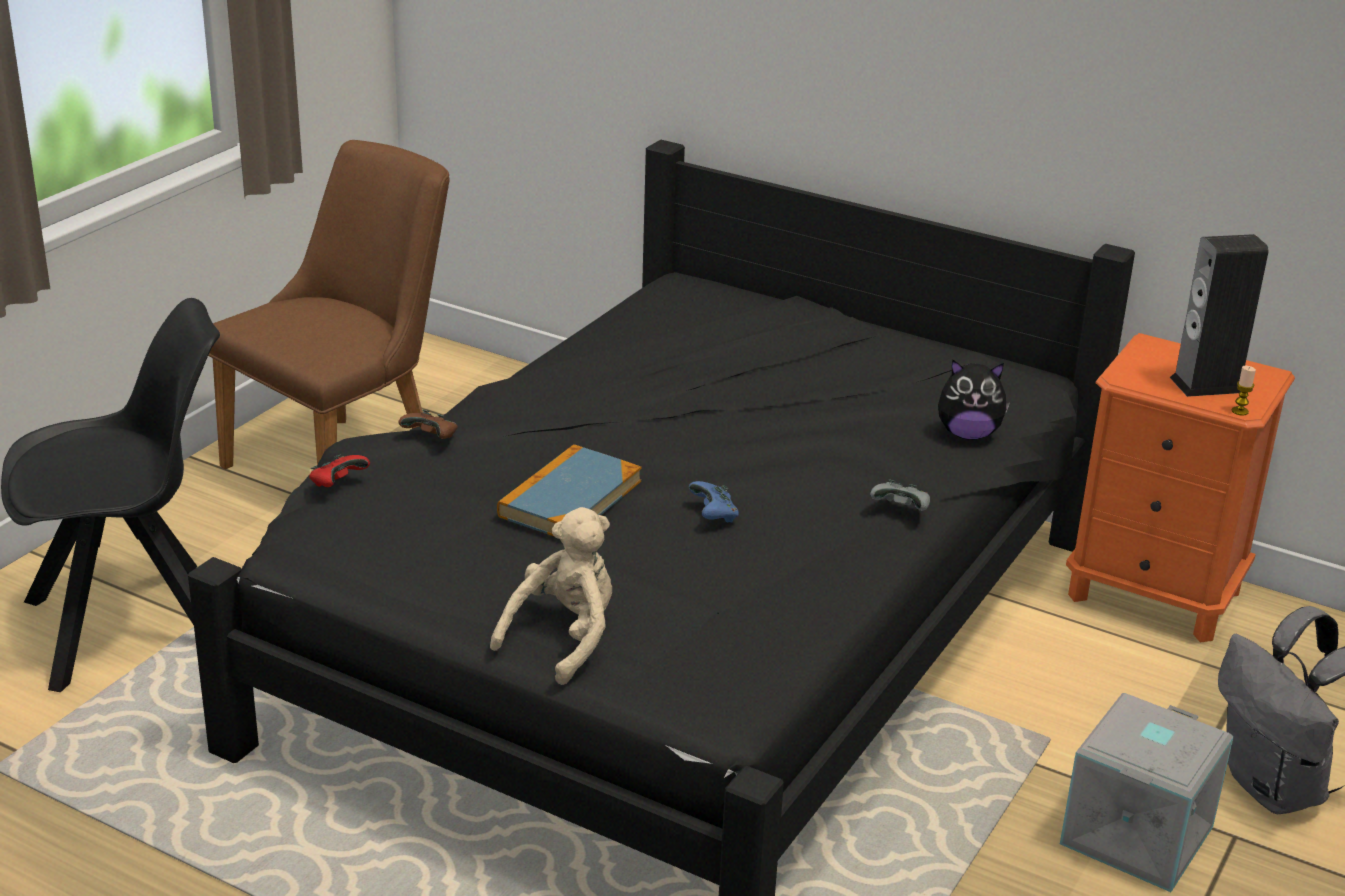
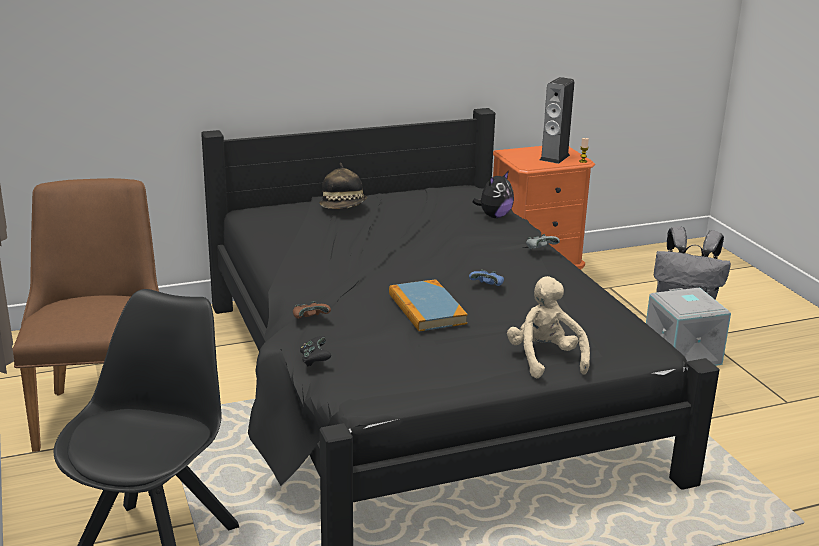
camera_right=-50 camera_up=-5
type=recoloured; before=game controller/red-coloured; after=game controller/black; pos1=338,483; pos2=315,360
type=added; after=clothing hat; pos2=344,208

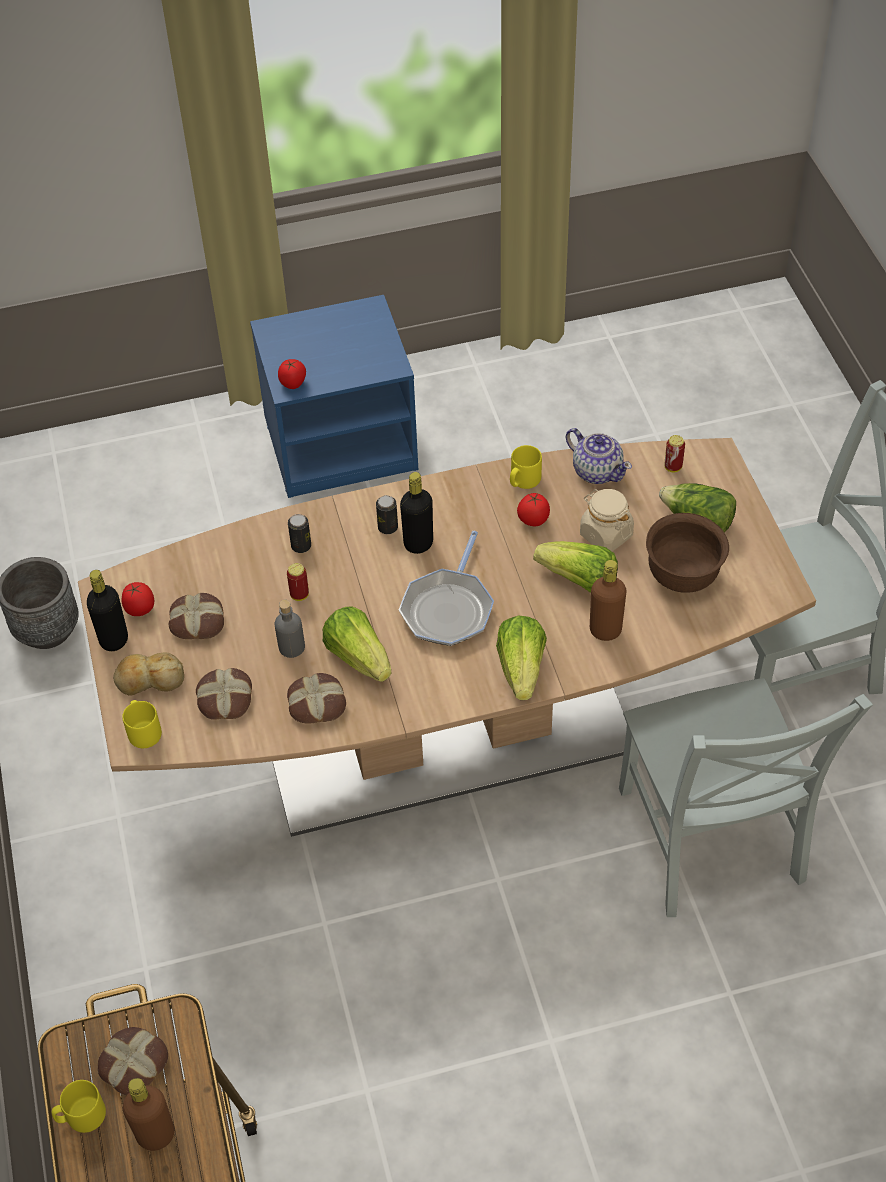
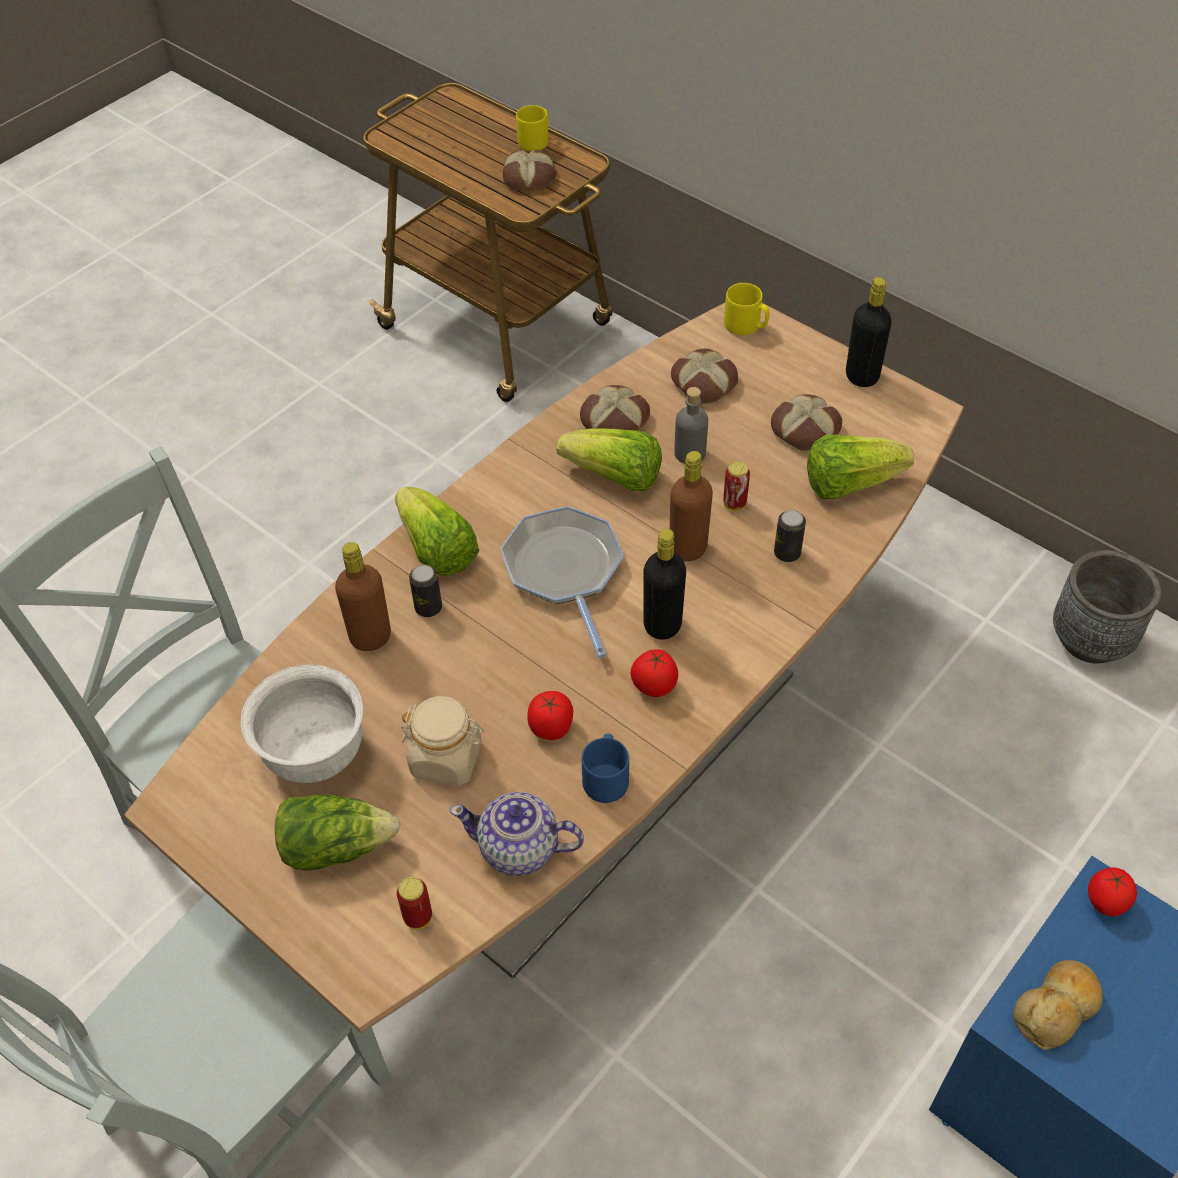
camera_right=145 camera_up=0
type=recoloured; before=bowl/brownish; after=bowl/whitish; pos1=682,576; pos2=314,753
type=moved; before=metal can; pos1=388,527; pos2=428,607
type=recoloured; before=tea mug/yellow-coloured; after=tea mug/bluish; pos1=523,480; pos2=606,778
type=moved; before=tomato; pos1=140,610; pos2=654,686
type=moved; before=drink bottle/brownish; pos1=156,1135; pos2=688,548
type=moved; before=lettuce; pos1=579,580; pos2=849,483
type=moved; before=baked bread; pos1=150,680; pos2=1056,1008

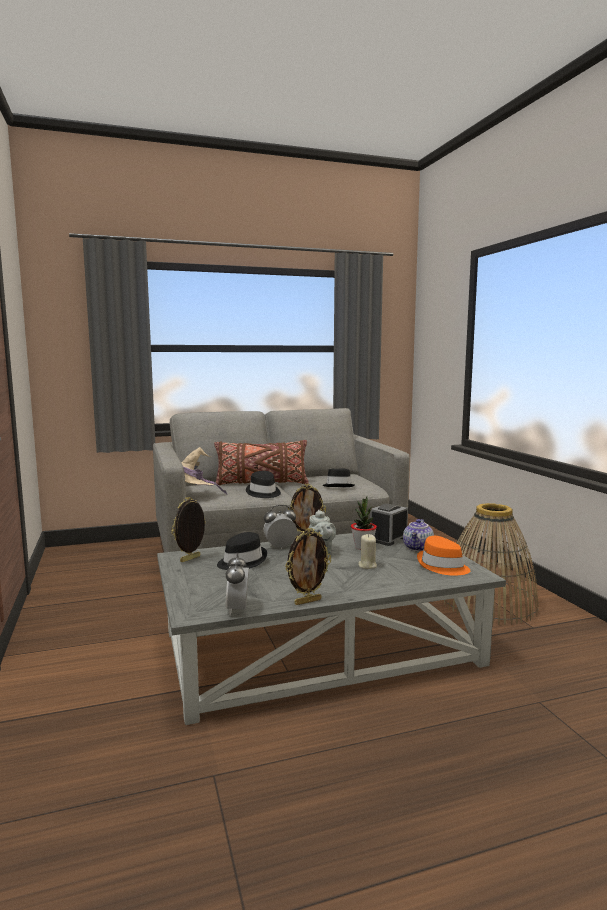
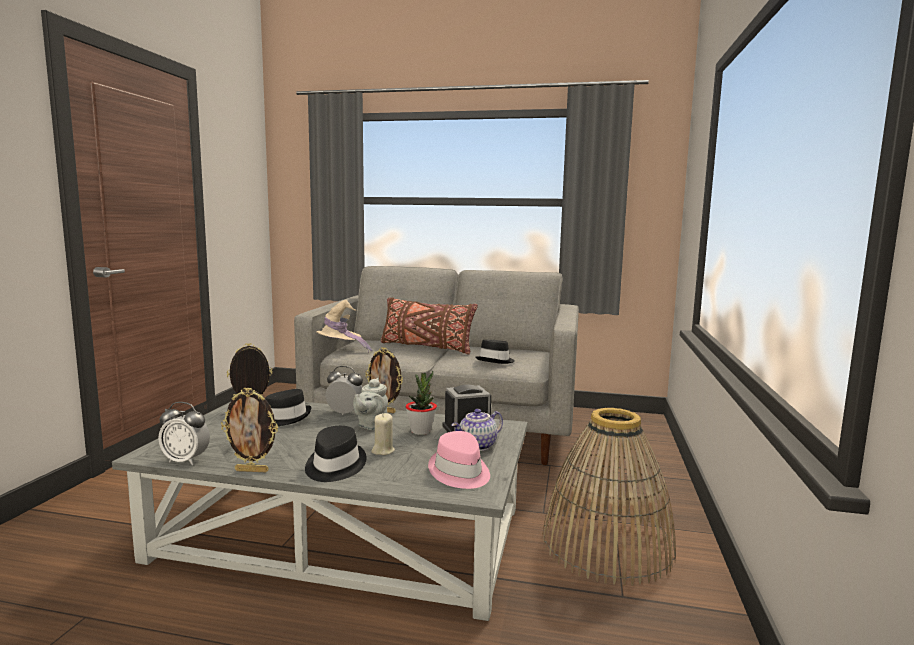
camera_right=30 camera_up=0
type=turned; before=bedside clock; pos1=237,609; pos2=186,460; turn=-105
type=moved; before=clothing hat/black; pos1=263,493; pos2=334,466
type=recoloured; before=clothing hat/orange; after=clothing hat/pinkish; pos1=442,566; pos2=459,473

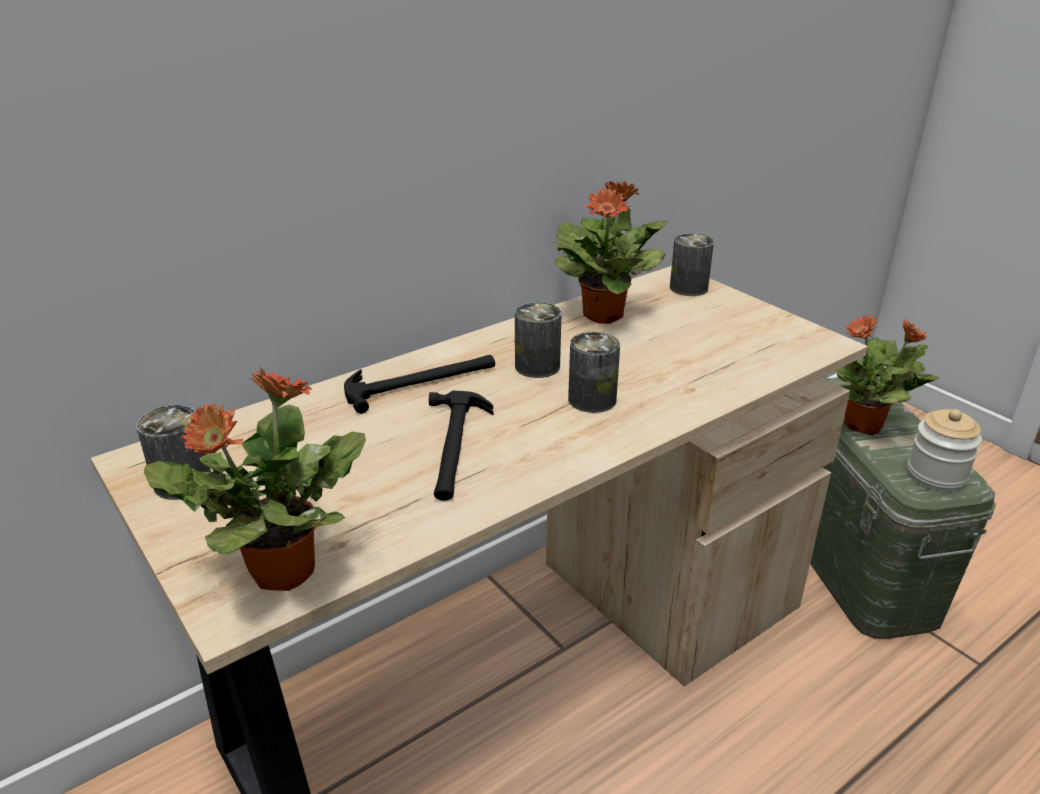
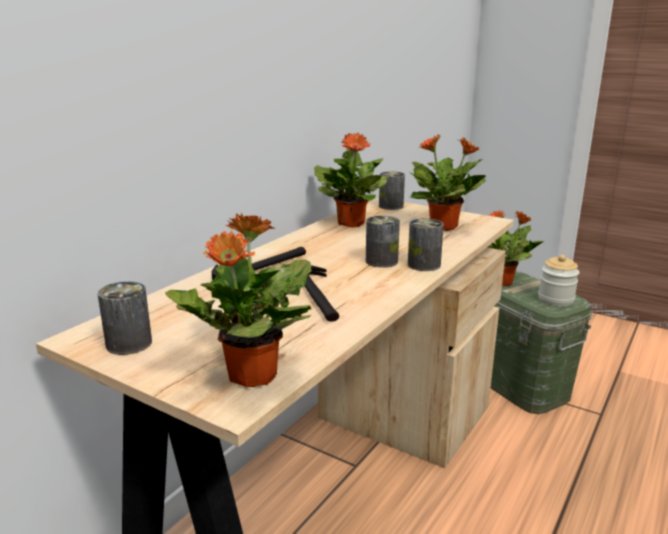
camera_right=-20 camera_up=-10
type=moved; before=metal can; pos1=537,366; pos2=424,265
type=added; after=plant in a pot; pos2=444,227

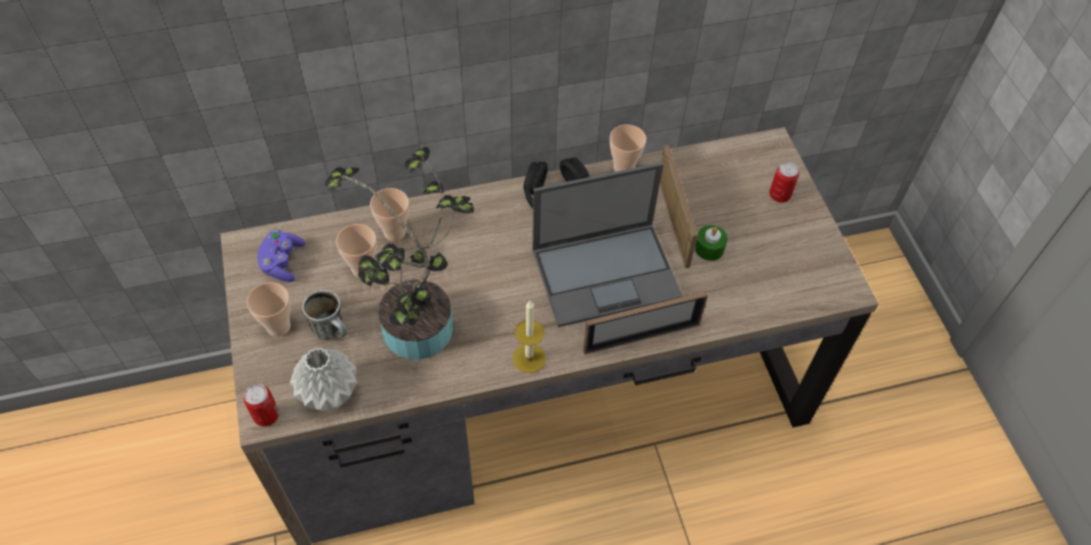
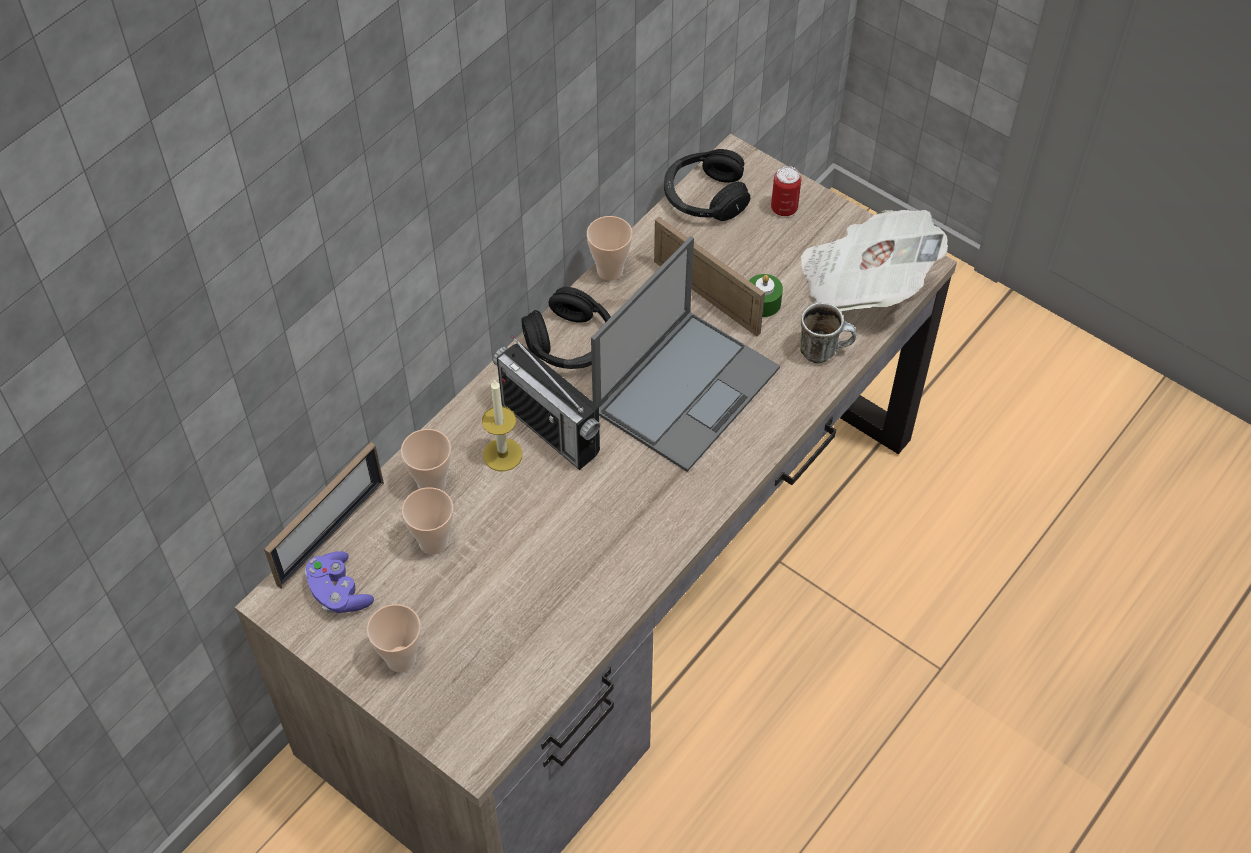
camera_right=-35 camera_up=0
type=moved; before=standing frame; pos1=641,337; pos2=331,533
type=moved; before=candle; pos1=529,358; pos2=502,454
type=added; after=radio set; pos2=550,428
type=added; after=headphones/black; pos2=705,196
type=moved; before=tea mug; pos1=333,331; pos2=824,350
type=added; after=printed paper; pos2=864,283
type=removed; before=metal can; pos1=266,416
type=removed; before=vase/grey; pos1=330,393
type=removed; before=plant in a pot; pos1=418,336

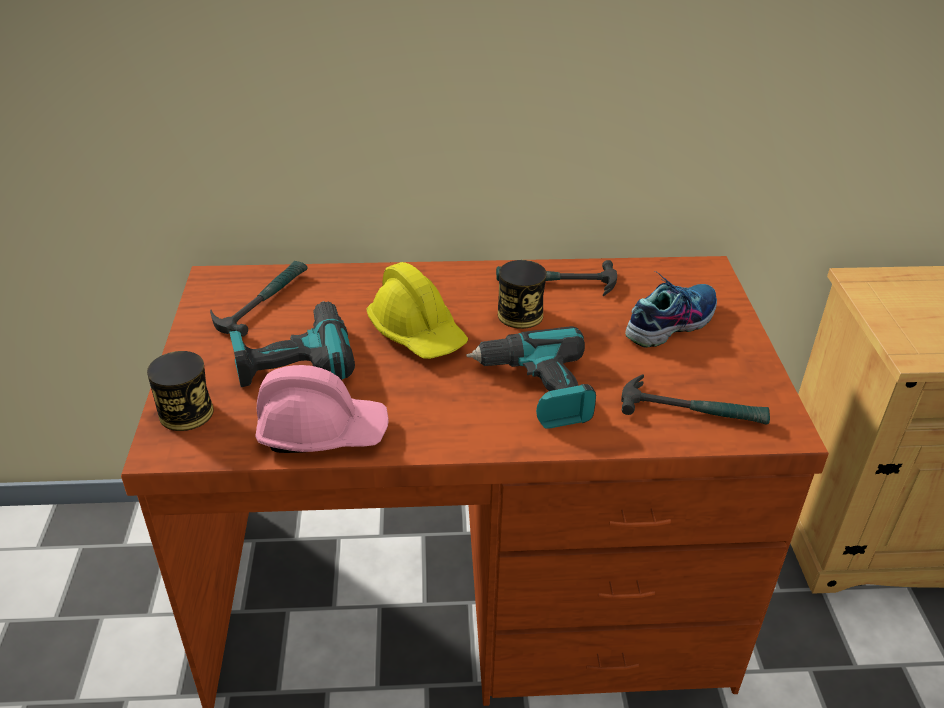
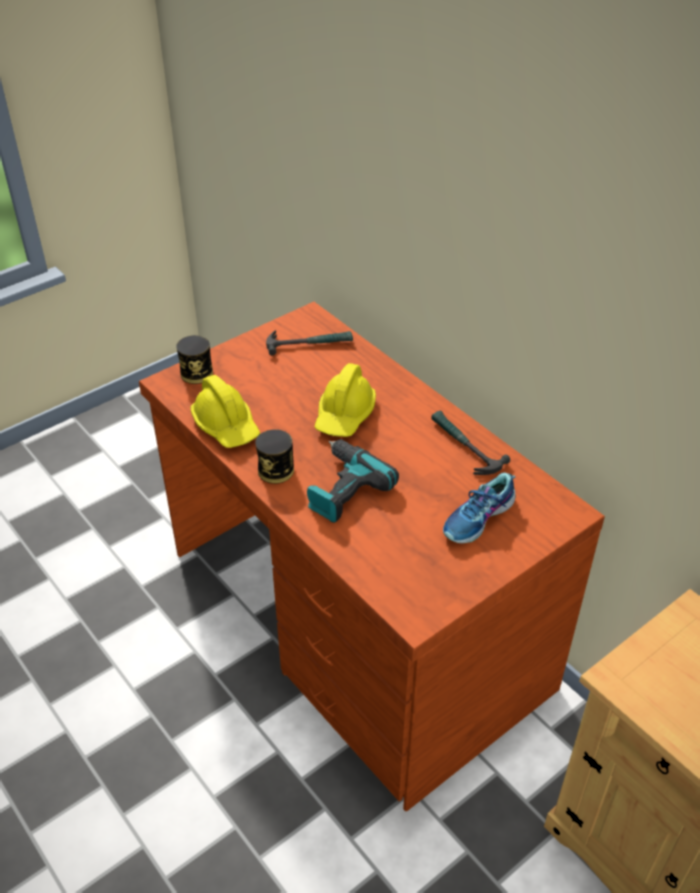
camera_right=55 camera_up=5
type=recoloured; before=work helmet/pinkish; after=work helmet/yellow-coloured; pos1=322,431; pos2=226,426
type=moved; before=metal can; pos1=520,314; pos2=276,470
type=turned; before=shoe; pos1=670,323; pos2=479,519; turn=120
type=removed; before=electric drill; pos1=293,358
type=removed; before=hammer; pos1=693,410

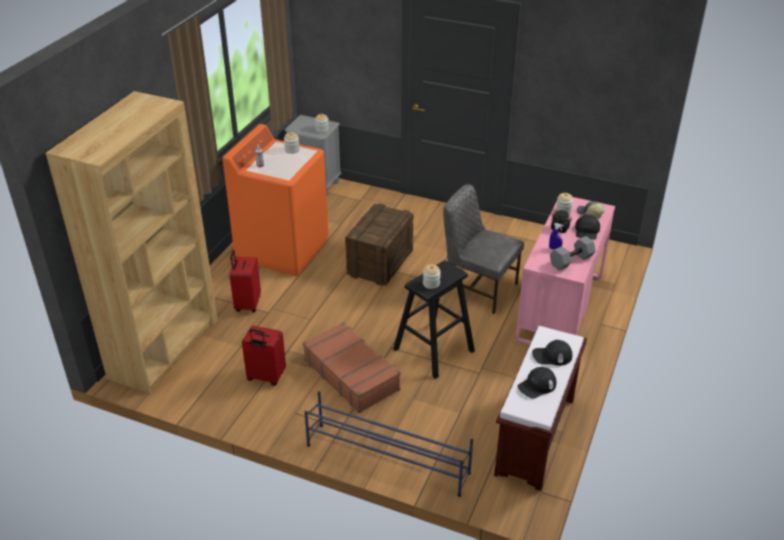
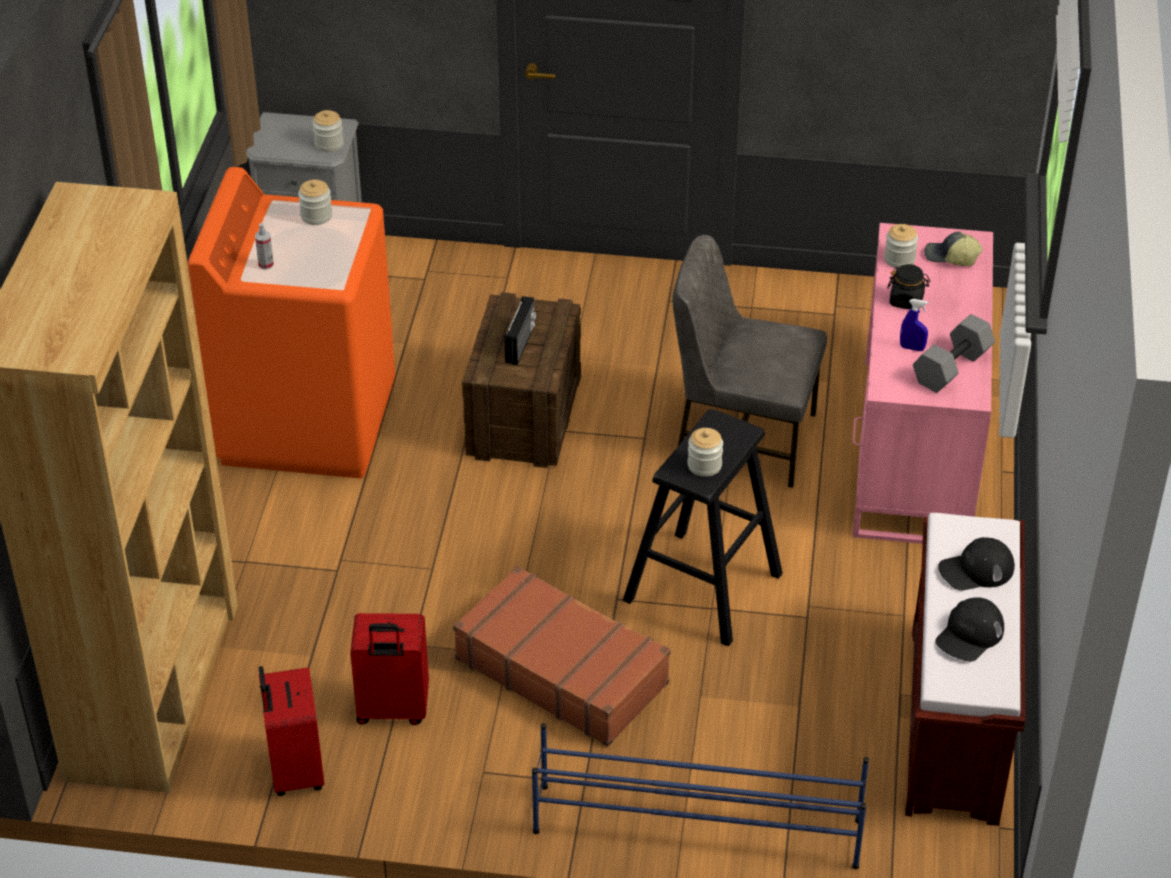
camera_right=-15 camera_up=5
type=moved; before=piece of luggage/red-coloured; pos1=247,304; pos2=294,771
type=added; after=radio set; pos2=521,344
type=removed; before=peaked cap/black; pos1=587,231

